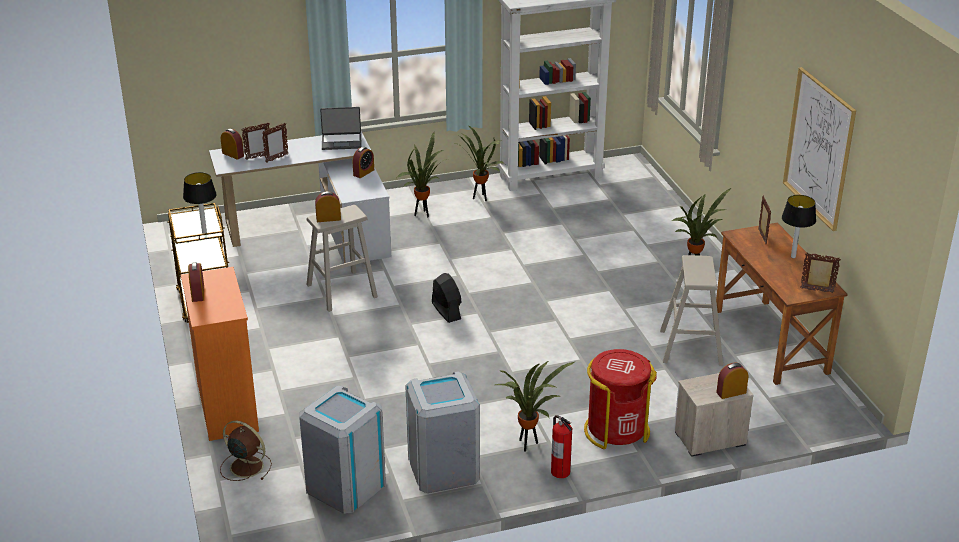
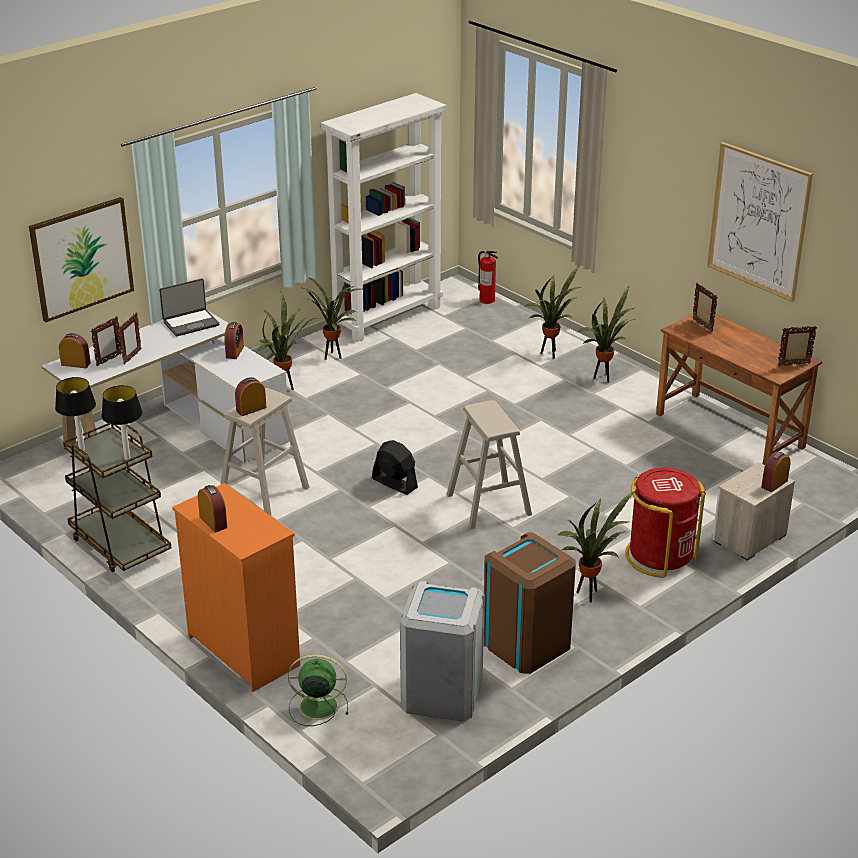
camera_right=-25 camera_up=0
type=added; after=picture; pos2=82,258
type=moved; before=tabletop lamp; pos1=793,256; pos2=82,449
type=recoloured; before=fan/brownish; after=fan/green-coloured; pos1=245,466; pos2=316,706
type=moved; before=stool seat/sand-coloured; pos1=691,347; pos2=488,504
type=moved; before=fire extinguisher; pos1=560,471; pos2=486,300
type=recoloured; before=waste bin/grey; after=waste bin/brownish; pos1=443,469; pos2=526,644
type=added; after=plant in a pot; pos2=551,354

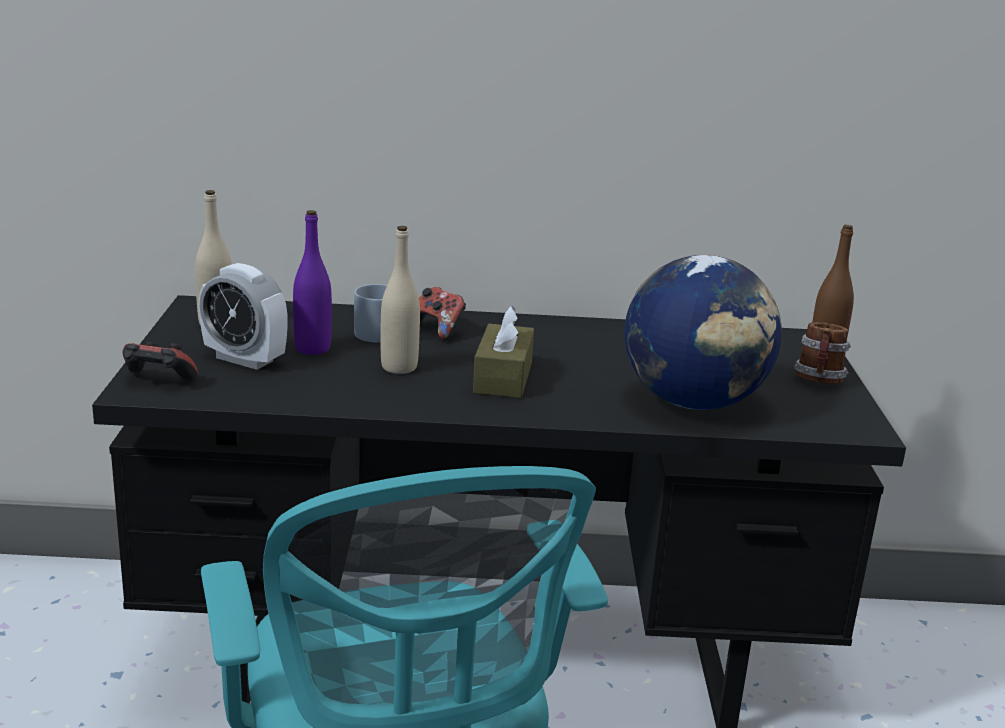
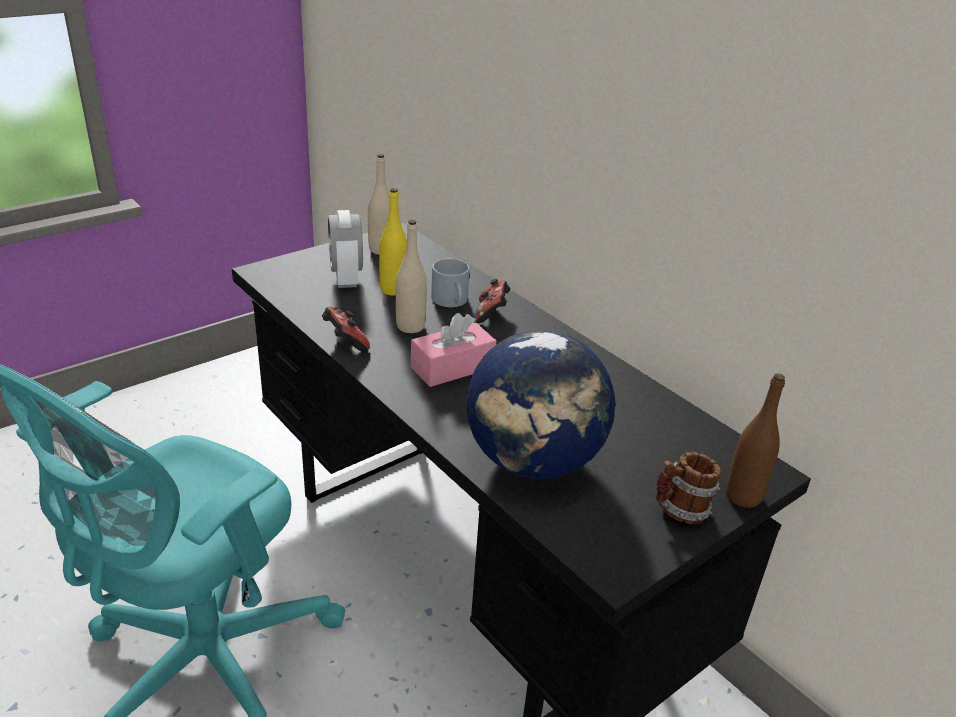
camera_right=50 camera_up=10
type=moved; before=game controller; pos1=158,382; pos2=345,342
type=recoloured; before=drink bottle/purple-coloured; after=drink bottle/yellow-coloured; pos1=312,349; pos2=393,290
type=recoloured; before=tissue box/brownish; after=tissue box/pinkish; pos1=503,377; pos2=452,367

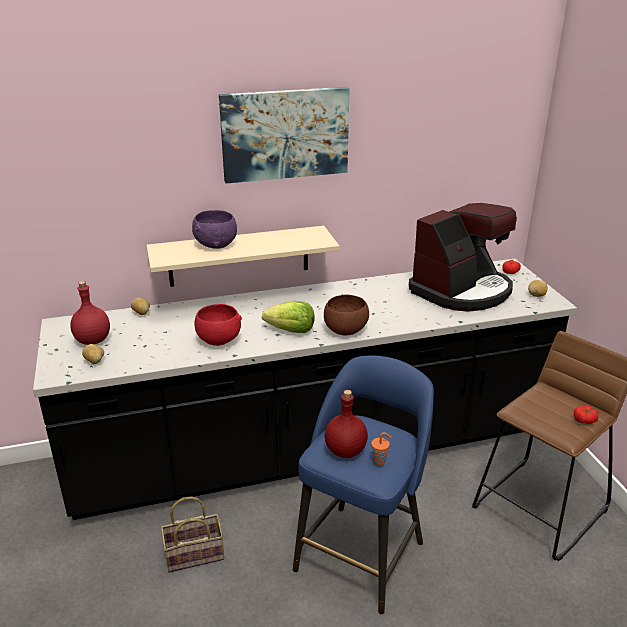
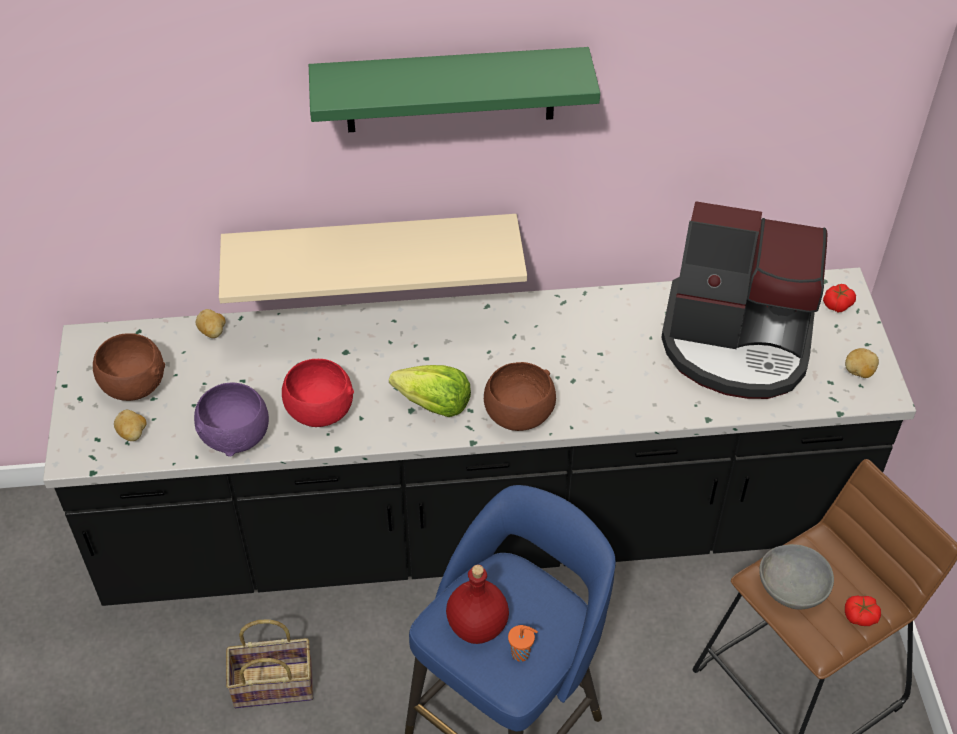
camera_right=10 camera_up=20
type=replaced; before=drink bottle/red-coloured; after=bowl/brownish; pos1=92,340; pos2=133,386
type=moved; before=bowl/purple-coloured; pos1=216,245; pos2=237,436
type=replaced; before=picture; after=shelf/green-coloured; pos1=285,134; pos2=450,90
type=turned; before=coffee machine; pos1=462,290; pos2=737,343; turn=45
type=added; after=bowl/grey; pos2=792,587

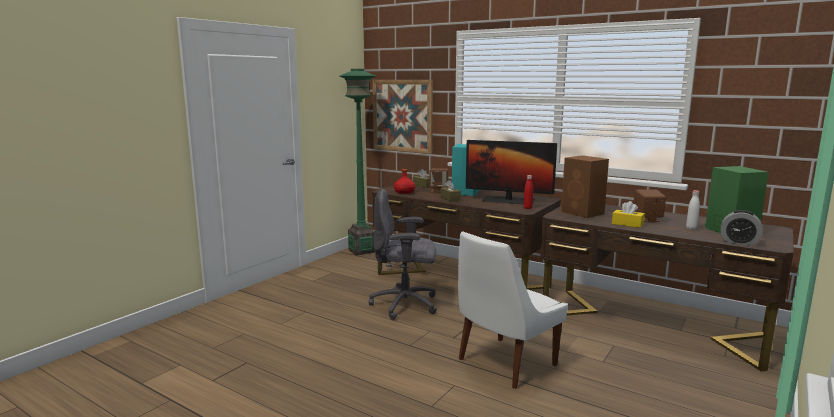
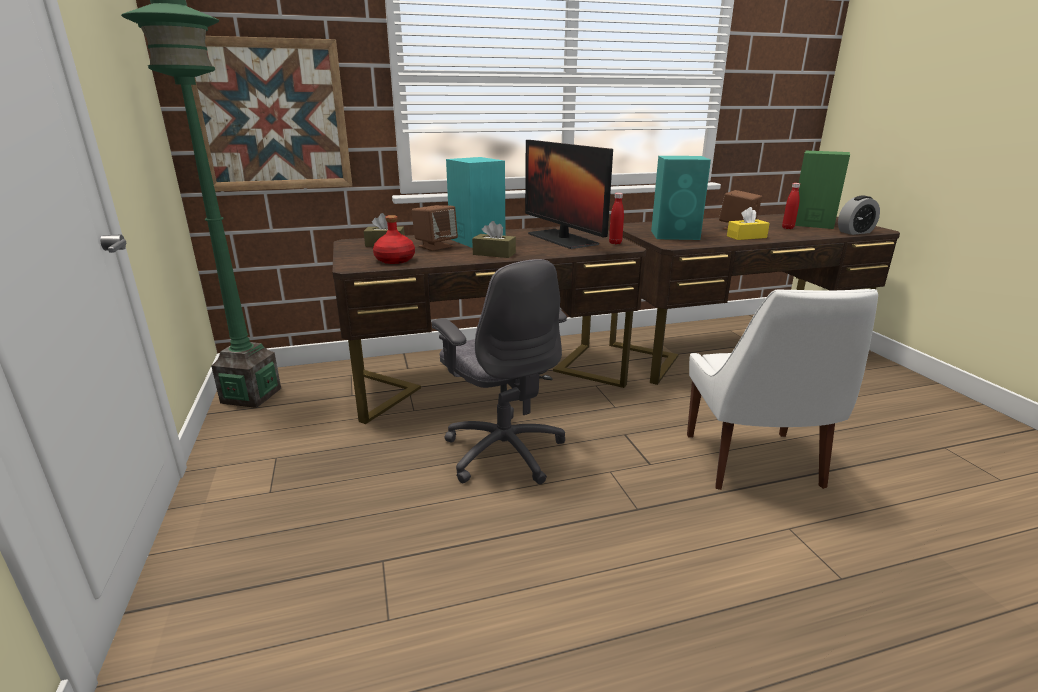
camera_right=-50 camera_up=10
type=turned; before=desk chair/grey; pos1=406,305; pos2=504,451; turn=-75
type=turned; before=computer screen; pos1=508,200; pos2=562,239; turn=90
type=recoloured; before=loudspeaker/brownish; after=loudspeaker/turquoise; pos1=583,213; pos2=676,235
type=recoloured; before=drink bottle/whitish; after=drink bottle/red-coloured; pos1=691,228; pos2=788,228

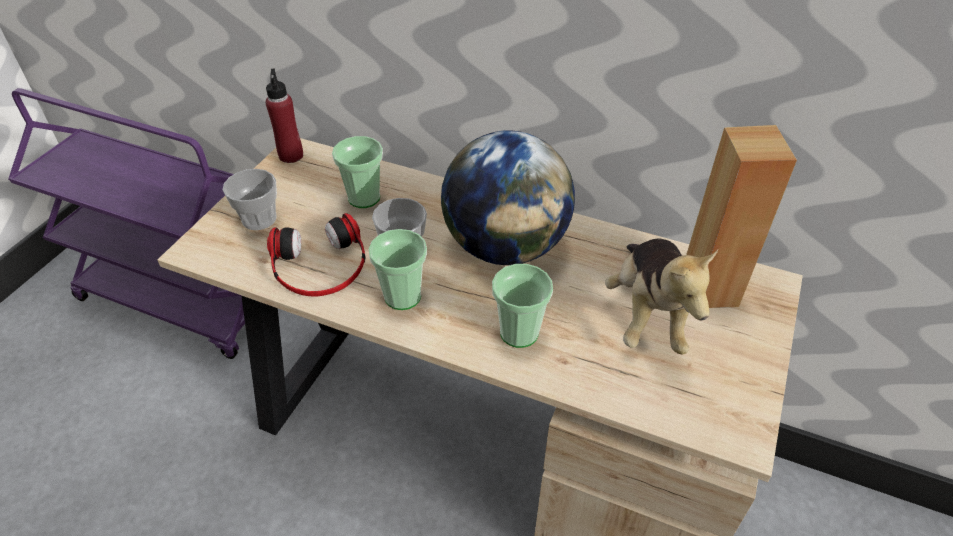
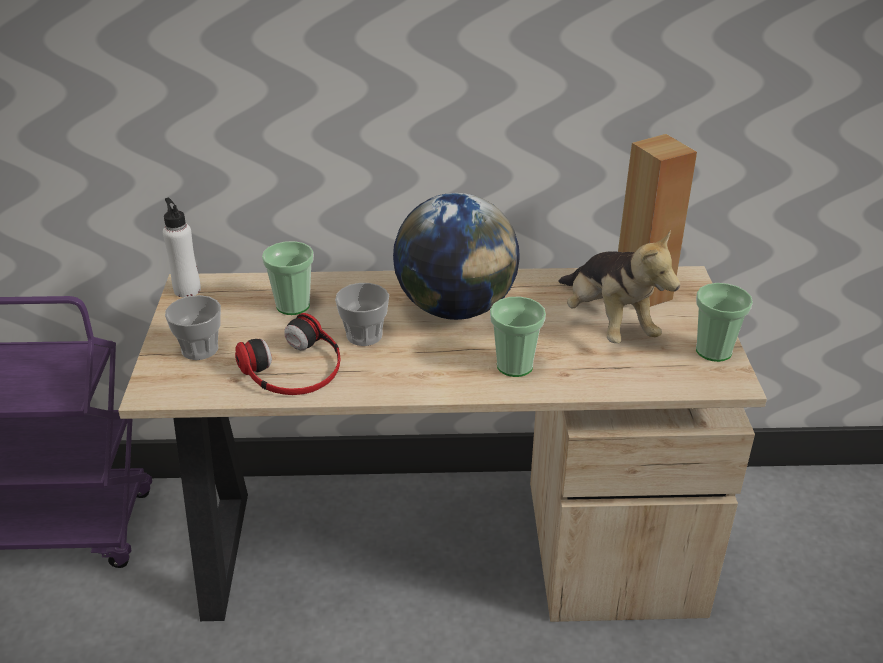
camera_right=-25 camera_up=-10
type=recoloured; before=drink bottle/red-coloured; after=drink bottle/whitish; pos1=291,155; pos2=187,290
type=moved; before=cup; pos1=402,296; pos2=713,351

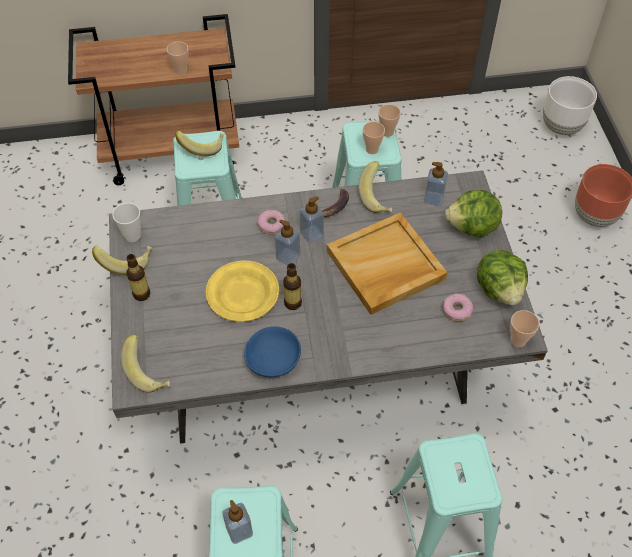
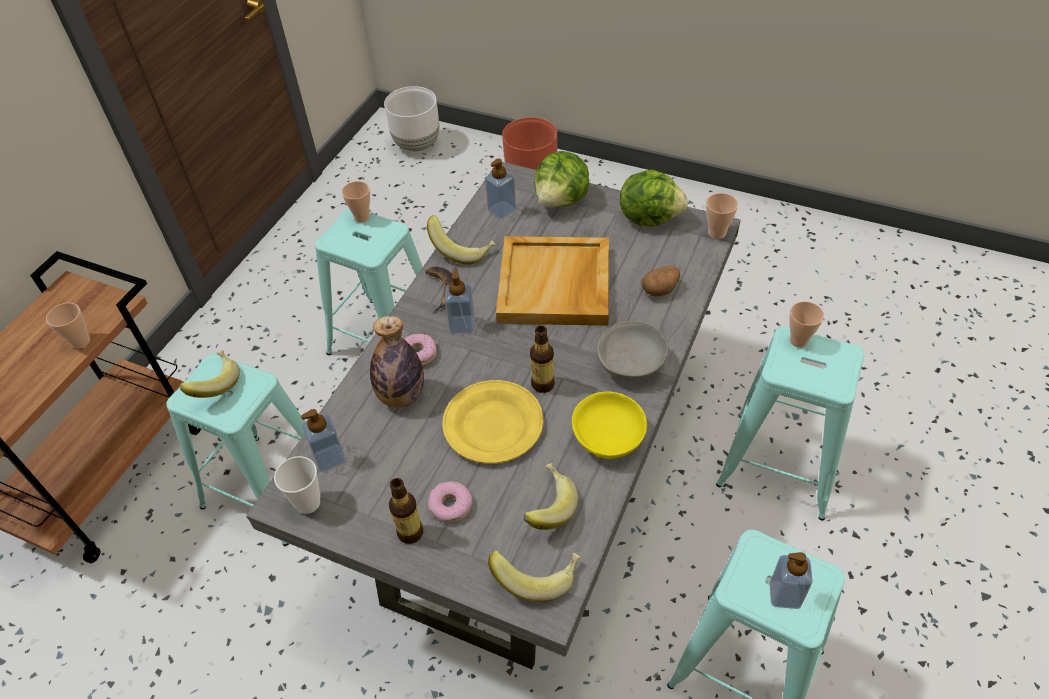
camera_right=-55 camera_up=-5
type=moved; before=soap bottle; pos1=288,257; pos2=330,458
type=added; after=drink bottle; pos2=401,396
type=moved; before=ring doughnut; pos1=457,310; pos2=451,505
type=moved; before=whole banana; pos1=126,262; pos2=546,506
type=recoloured; before=bowl/bluish; after=bowl/yellow-coloured; pos1=273,361; pos2=609,437
type=added; after=bowl/grey; pos2=631,364
type=added; after=whole potato; pos2=660,290
type=moved; before=cup; pos1=372,149; pos2=798,340

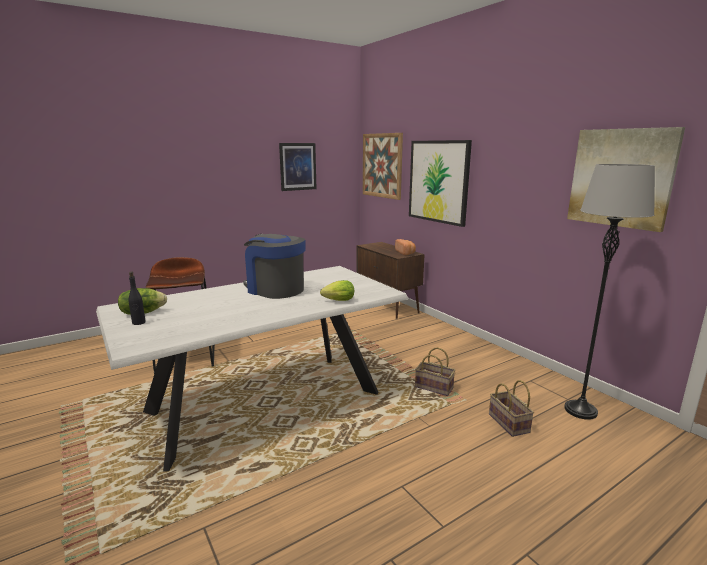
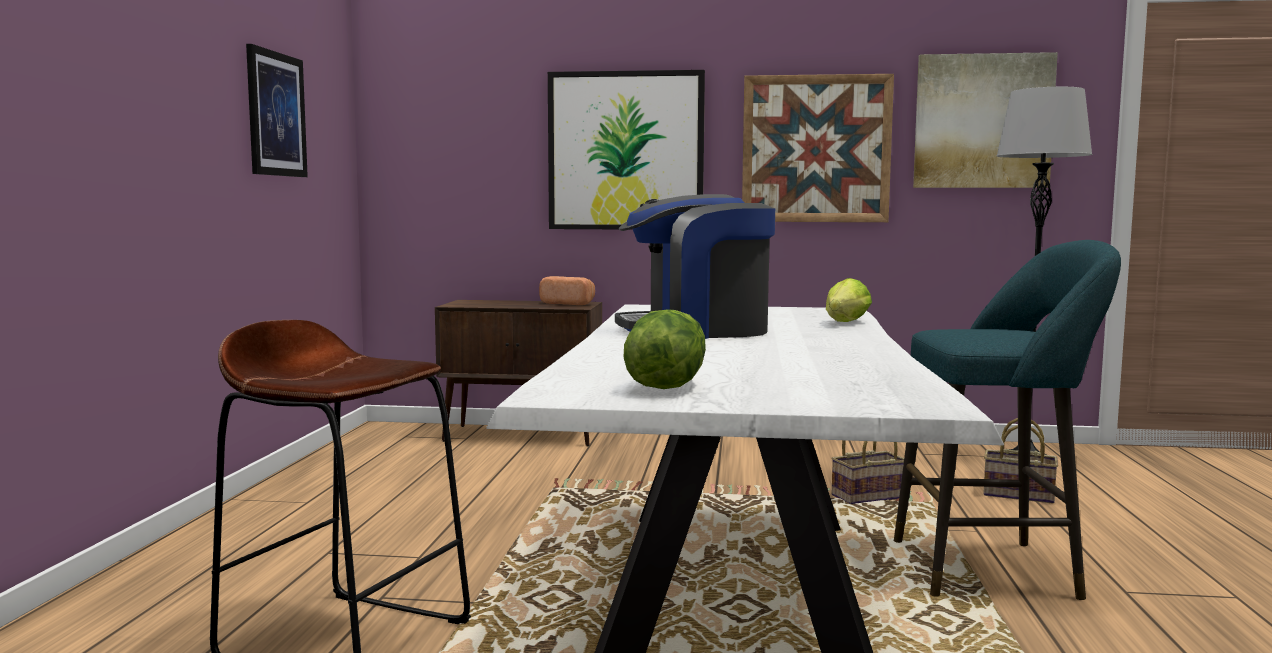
camera_right=-50 camera_up=-10
type=moved; before=picture; pos1=382,165; pos2=816,149
type=added; after=stool seat/turquoise; pos2=994,569
type=removed; before=drink bottle/black; pos1=138,322

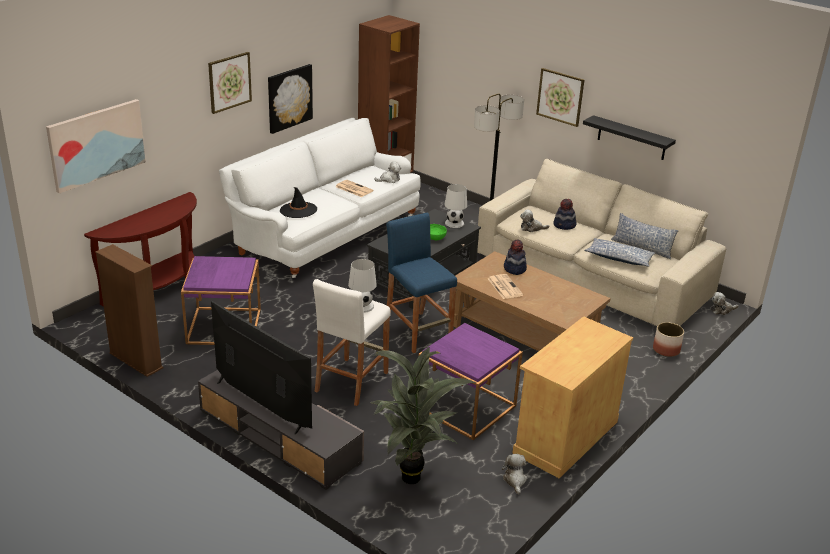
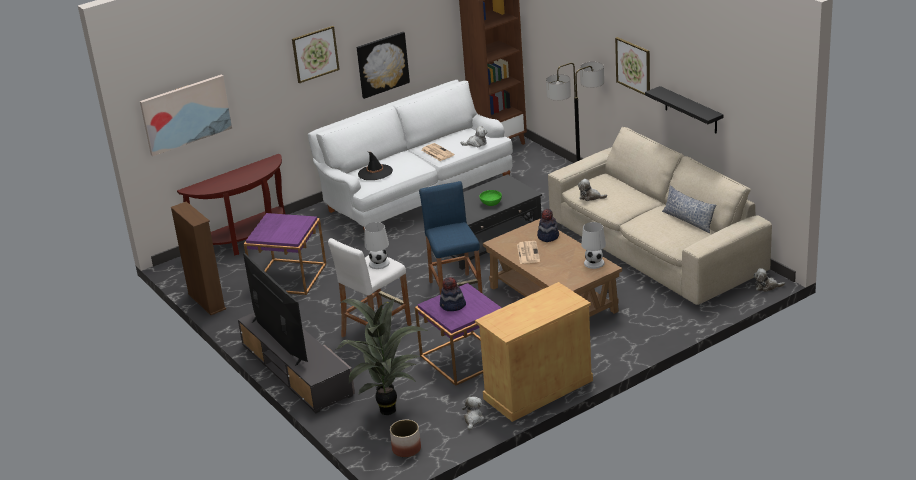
camera_right=20 camera_up=0
type=moved; before=plant pot; pos1=665,350; pos2=406,449
type=moved; before=clothing hat; pos1=564,225; pos2=452,306
type=moved; before=tabletop lamp/whitish; pos1=454,223; pos2=594,263
type=removed; before=cushion; pos1=619,258

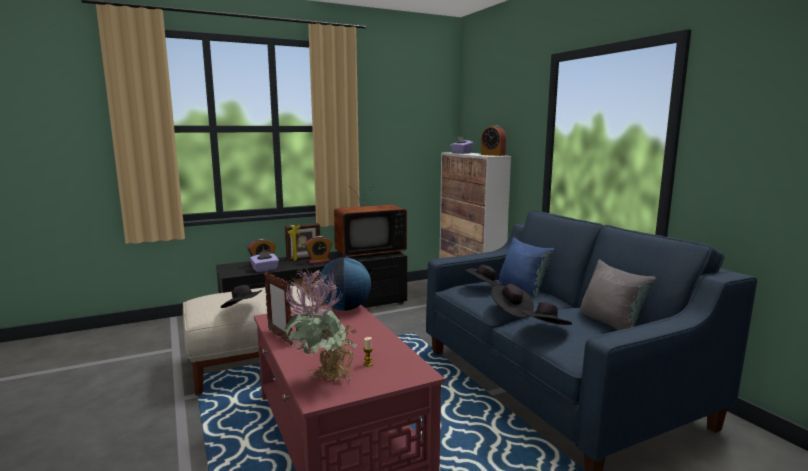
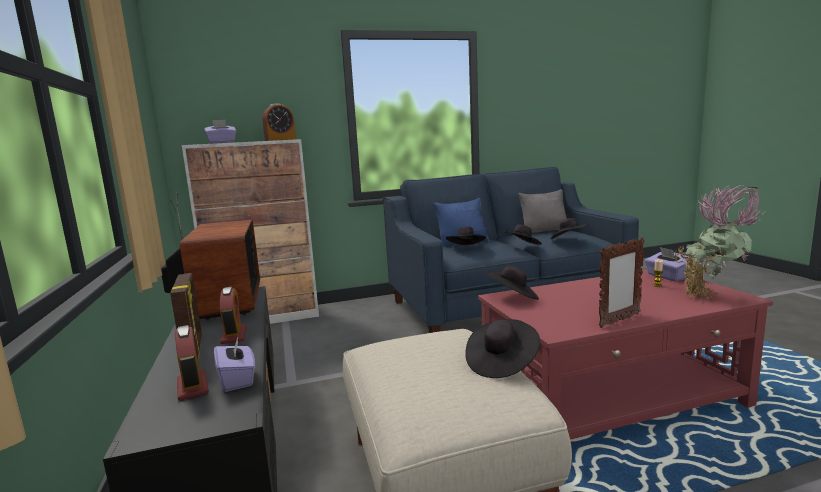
camera_right=-80 camera_up=0
type=replaced; before=world globe; after=clothing hat/black; pos1=345,308; pos2=513,297
type=added; after=tissue box/purple-coloured; pos2=667,276

